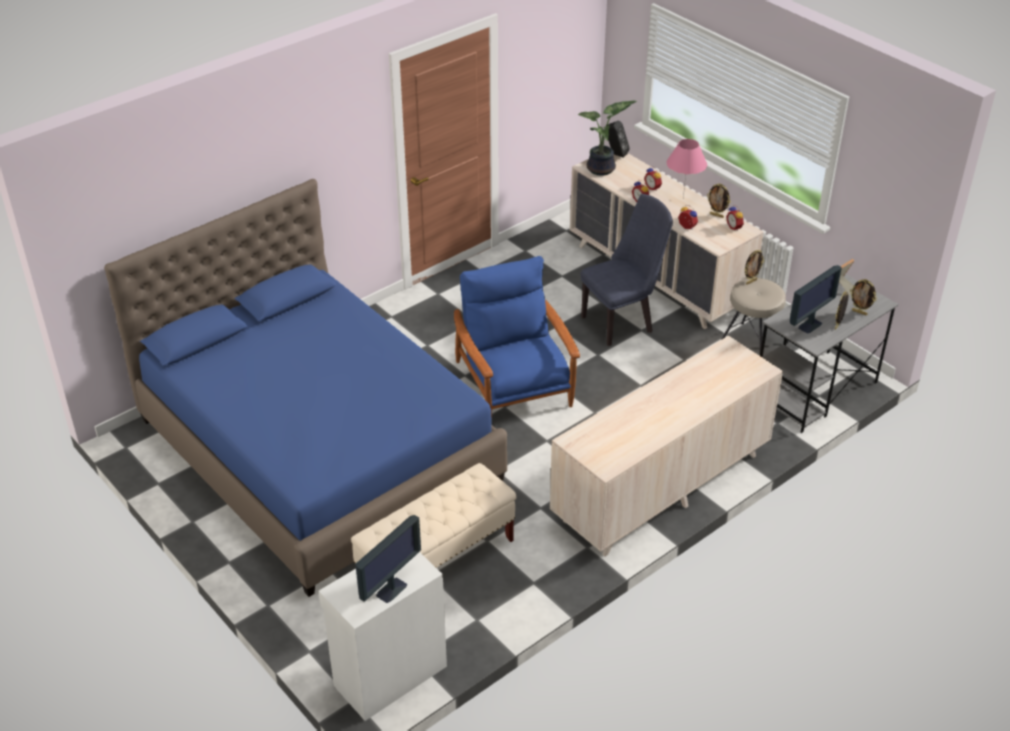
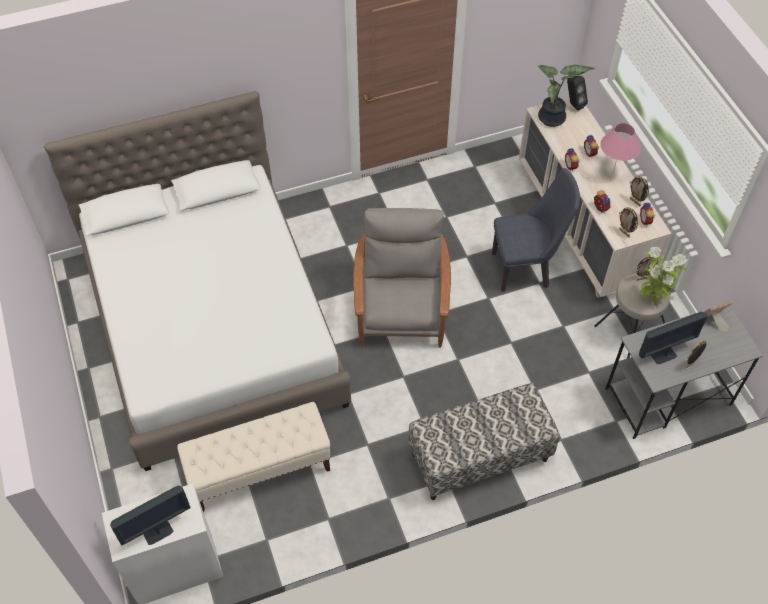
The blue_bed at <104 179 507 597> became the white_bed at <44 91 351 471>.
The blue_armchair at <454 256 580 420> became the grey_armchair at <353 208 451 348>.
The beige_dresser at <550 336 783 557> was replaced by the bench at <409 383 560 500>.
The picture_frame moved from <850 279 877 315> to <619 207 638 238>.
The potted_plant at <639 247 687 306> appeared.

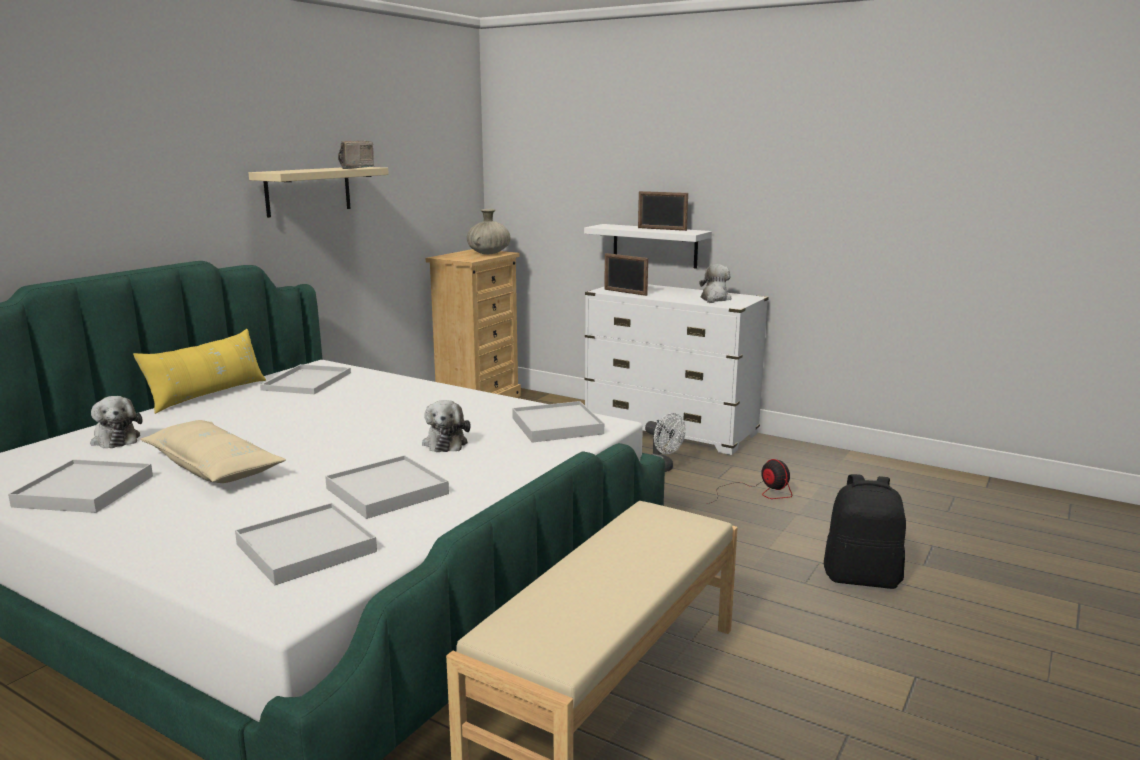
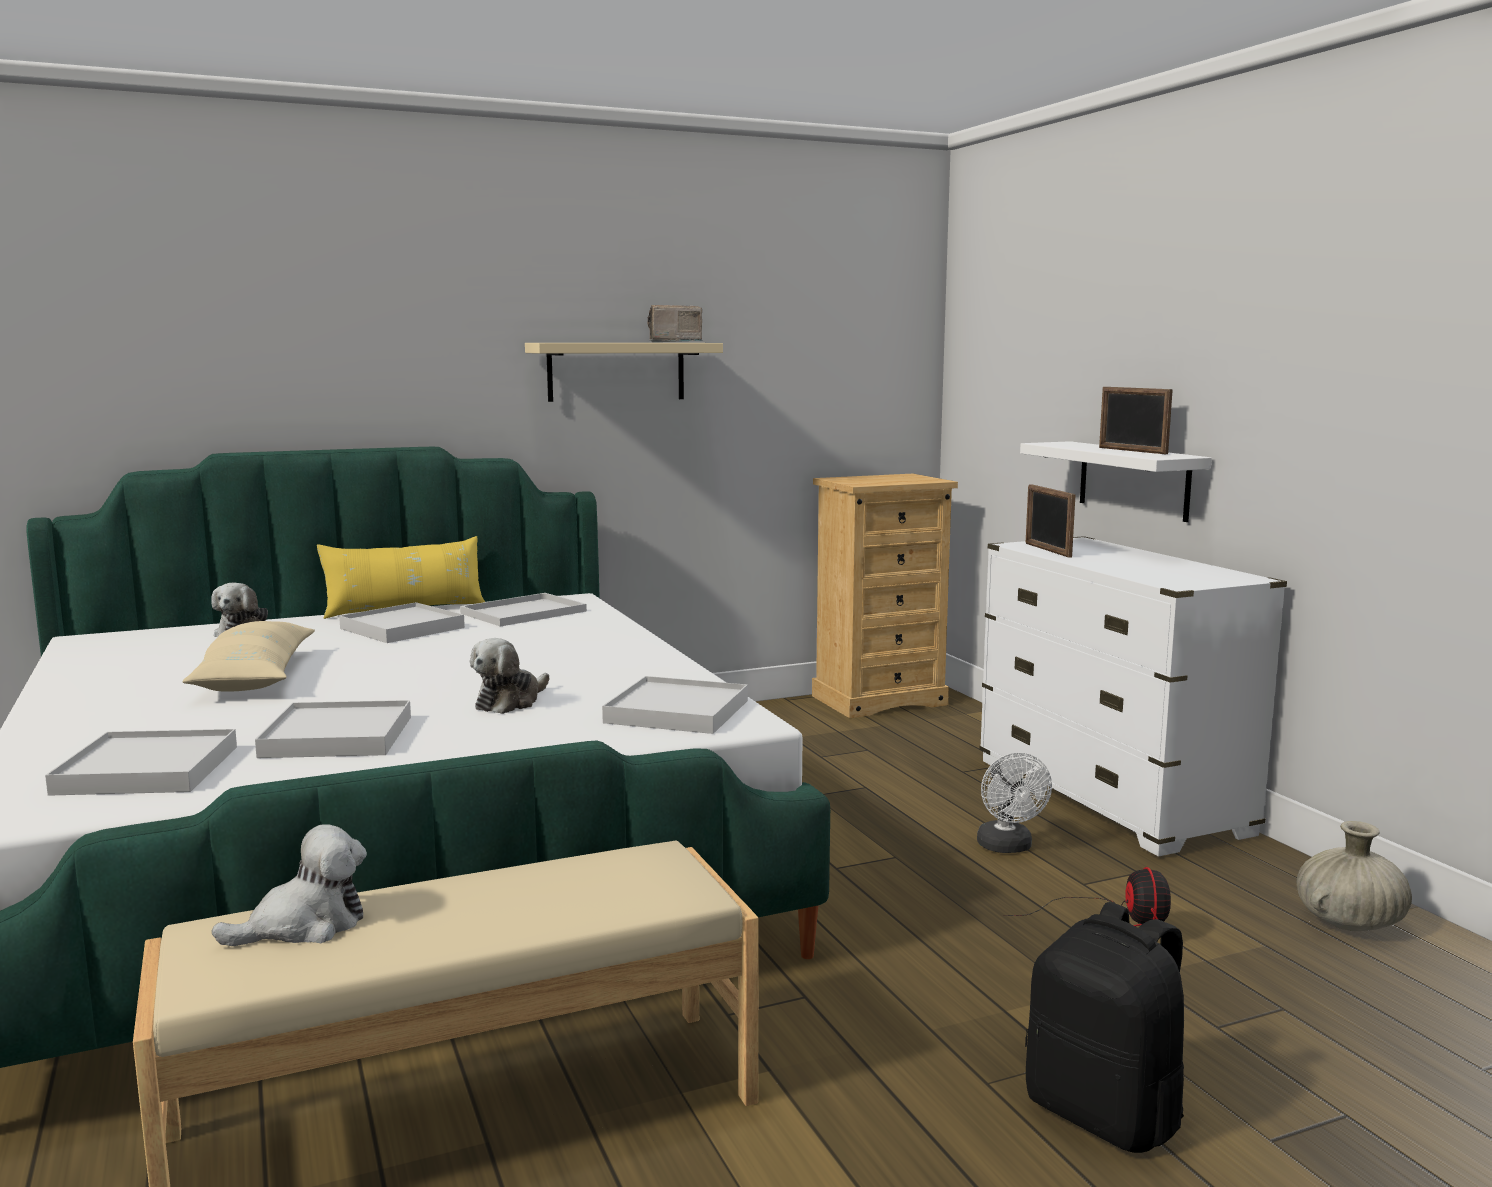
The white_tray moved from <8 459 153 513> to <339 602 465 643>.
The beige_vase moved from <467 209 511 254> to <1296 821 1412 931>.
The plush_toy moved from <699 265 731 303> to <212 824 367 946>.

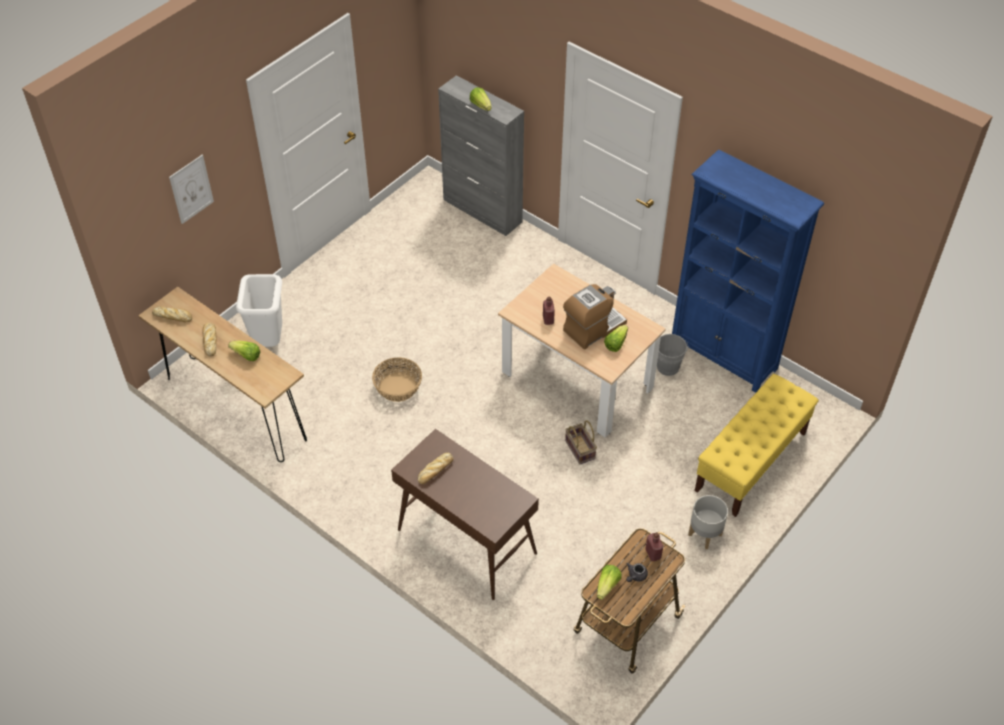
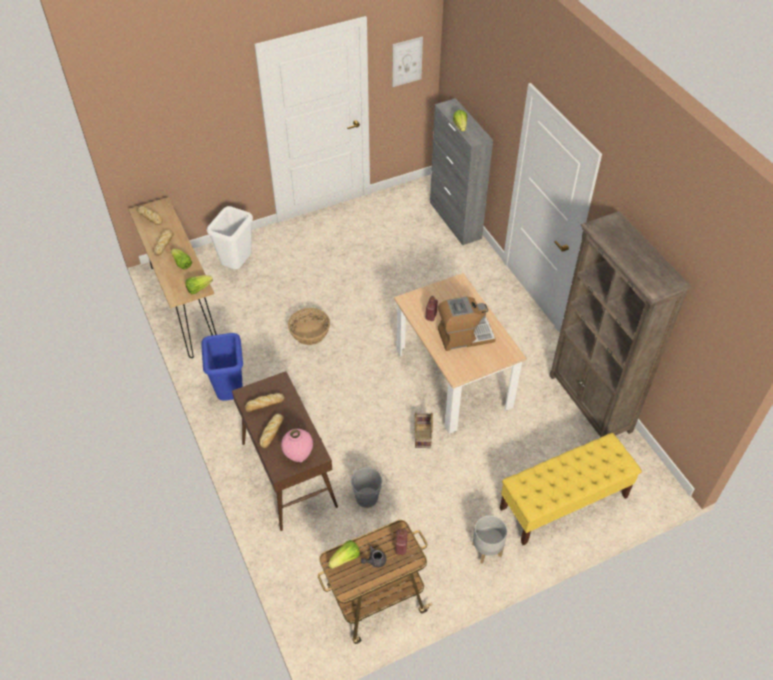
The picture moved from <169 155 214 224> to <392 36 423 87>.
The lettuce moved from <604 325 628 352> to <185 275 213 294>.
The grey_bucket moved from <657 334 689 376> to <351 467 387 508>.
The blue_bookcase at <672 150 824 393> became the brown_bookcase at <549 211 692 438>.
The blue_trash_can at <201 333 243 401> appeared.
The bread at <259 414 284 448> appeared.
The pink_vase at <281 429 313 463> appeared.

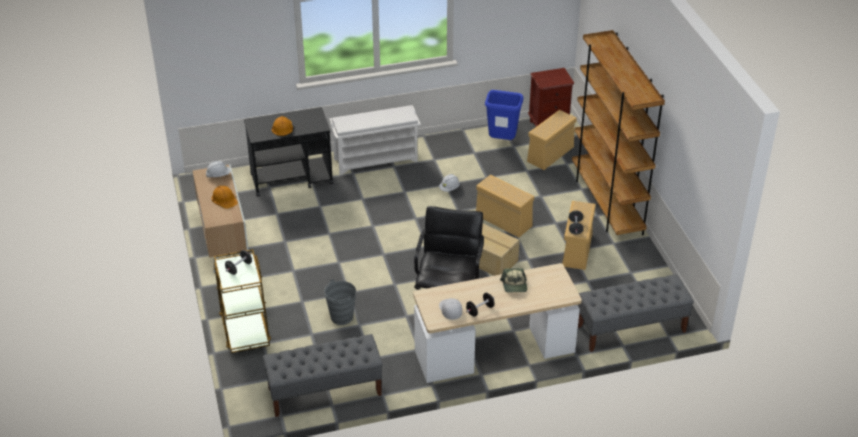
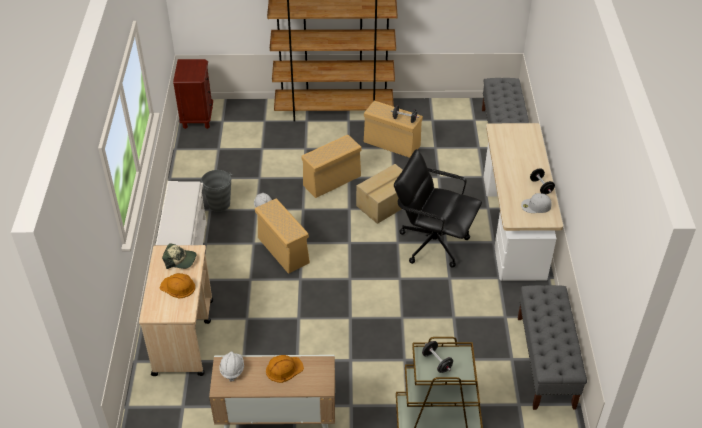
The black_cart at <244 107 333 197> became the beige_cart at <139 245 213 376>.
The grey_bucket moved from <324 279 356 325> to <201 170 232 212>.
The blue_trash_can at <485 90 523 140> disappeared.
The cap moved from <500 268 527 293> to <162 243 197 269>.
The beige_storage_box moved from <527 110 577 170> to <255 198 310 273>.

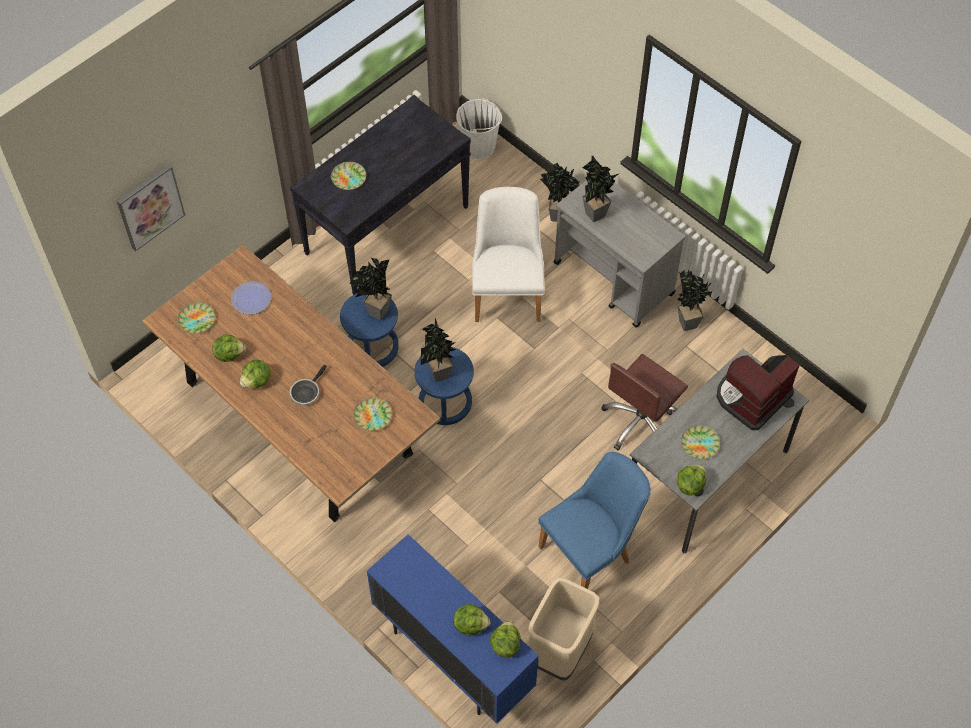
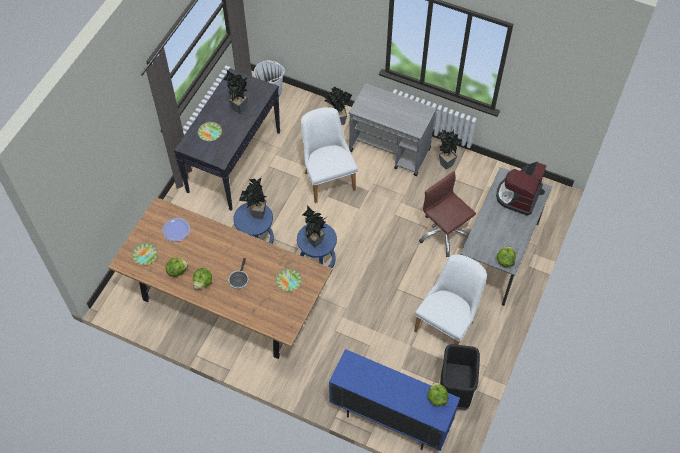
The picture at <117 164 185 251> disappeared.
The lettuce at <454 604 490 635> disappeared.
The beige_trash_can at <528 578 600 680> became the black_trash_can at <440 344 480 410>.
The blue_chair at <538 452 651 589> became the white_chair at <414 254 487 345>.
The potted_plant moved from <582 156 620 222> to <223 71 248 114>.
The brown_office_chair at <602 354 688 450> turned 120 degrees clockwise.
The plate at <681 425 720 459> disappeared.

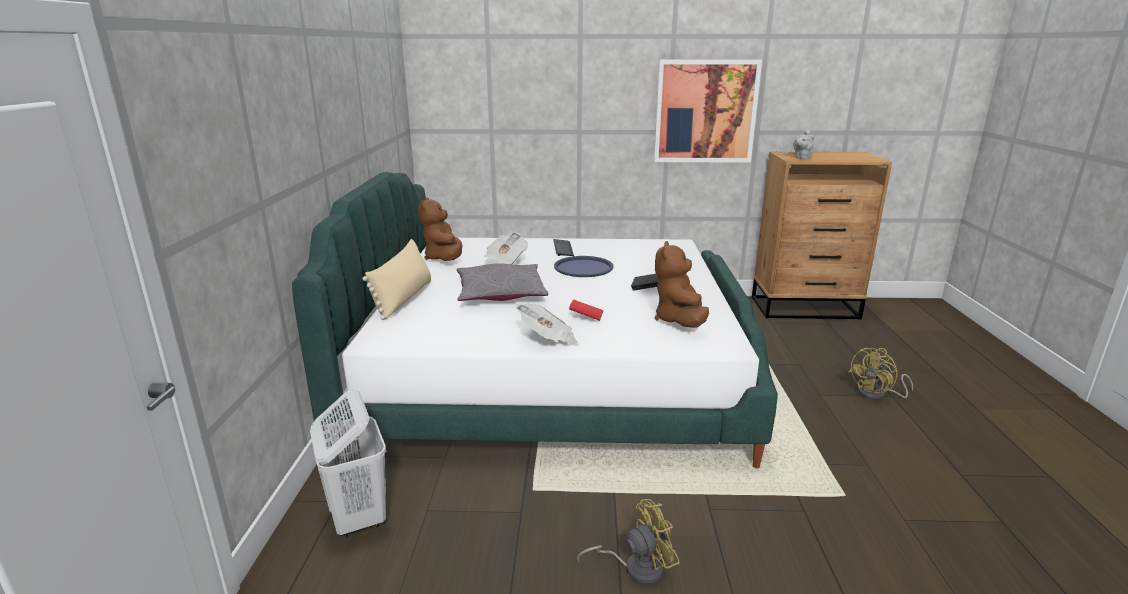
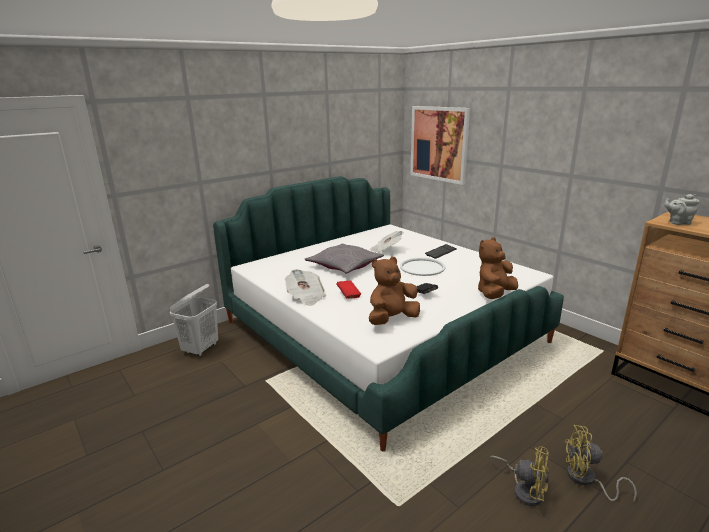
The beige_pillow at <362 239 431 320> disappeared.
The brown_plush_toy moved from <418 197 463 261> to <478 237 518 299>.
The blue_tray at <554 256 614 277> became the white_tray at <400 258 446 276>.
The yellow_fan moved from <577 499 680 584> to <490 446 549 506>.
The picture moved from <654 60 762 163> to <411 106 470 185>.

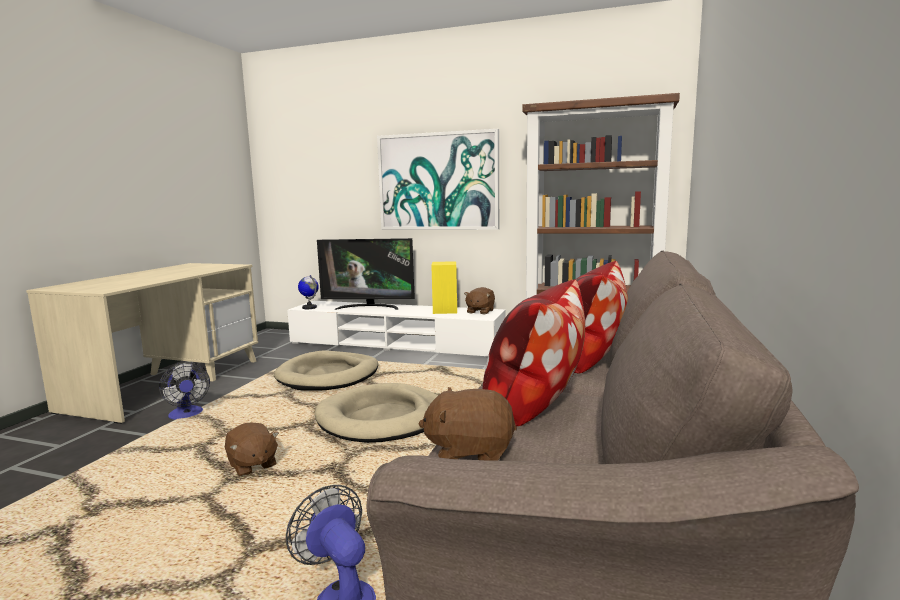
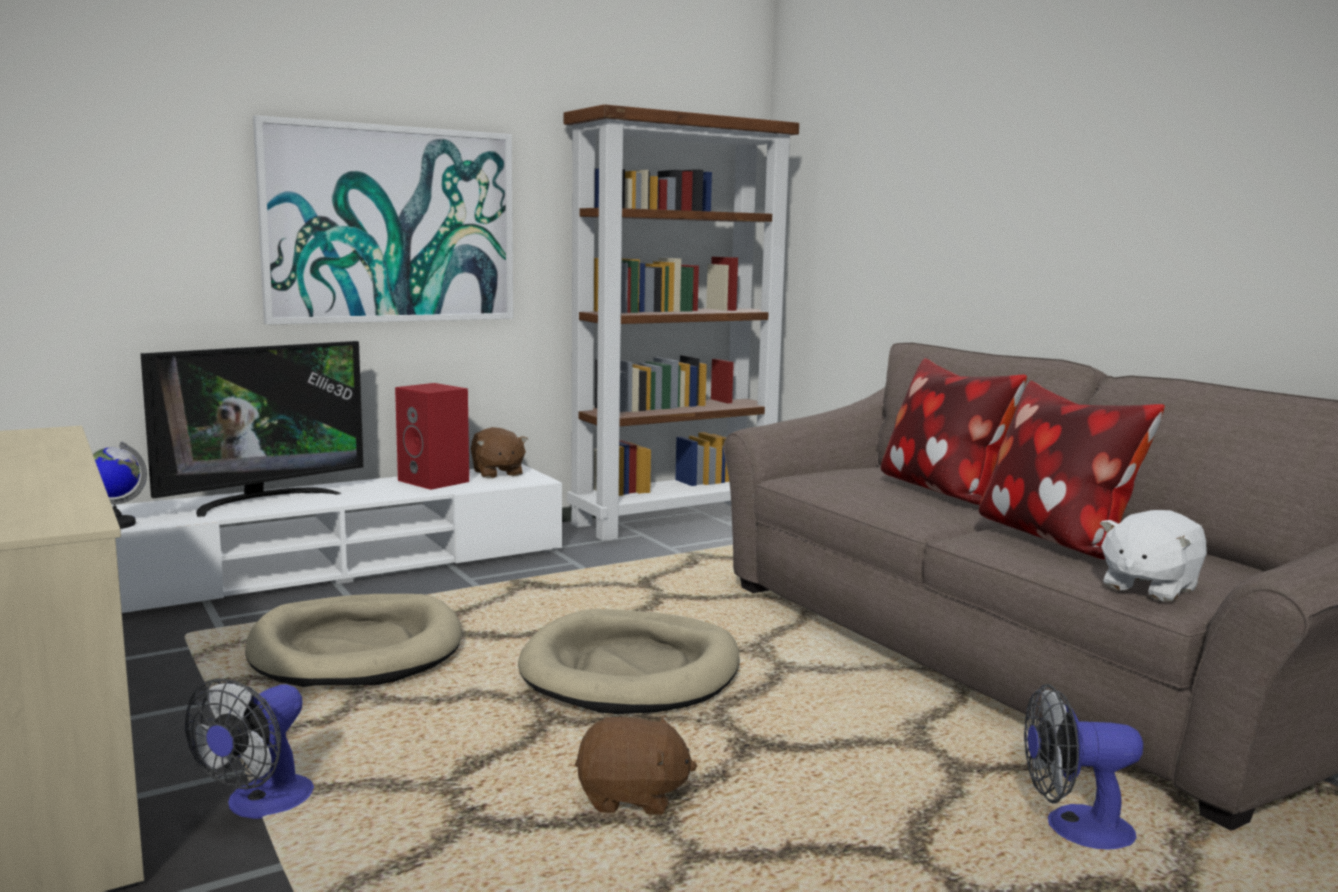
The fan at <159 362 210 420> turned 105 degrees clockwise.
The brown_plush_toy at <419 387 517 461> became the white_plush_toy at <1100 510 1207 602>.
The yellow_speaker at <431 261 457 314> became the red_speaker at <395 383 469 490>.

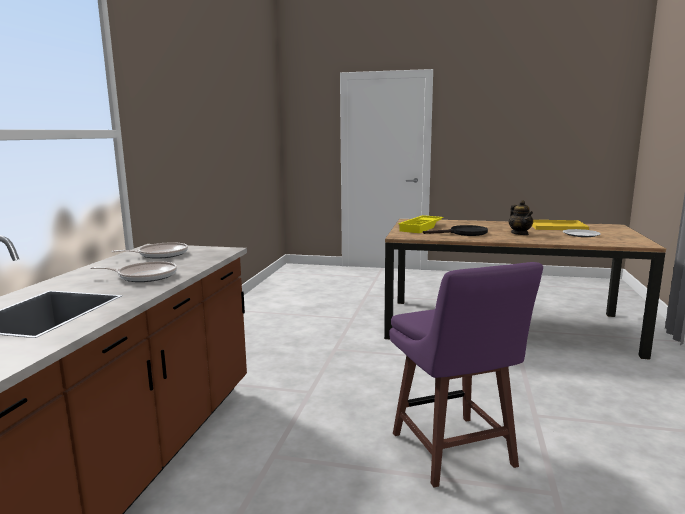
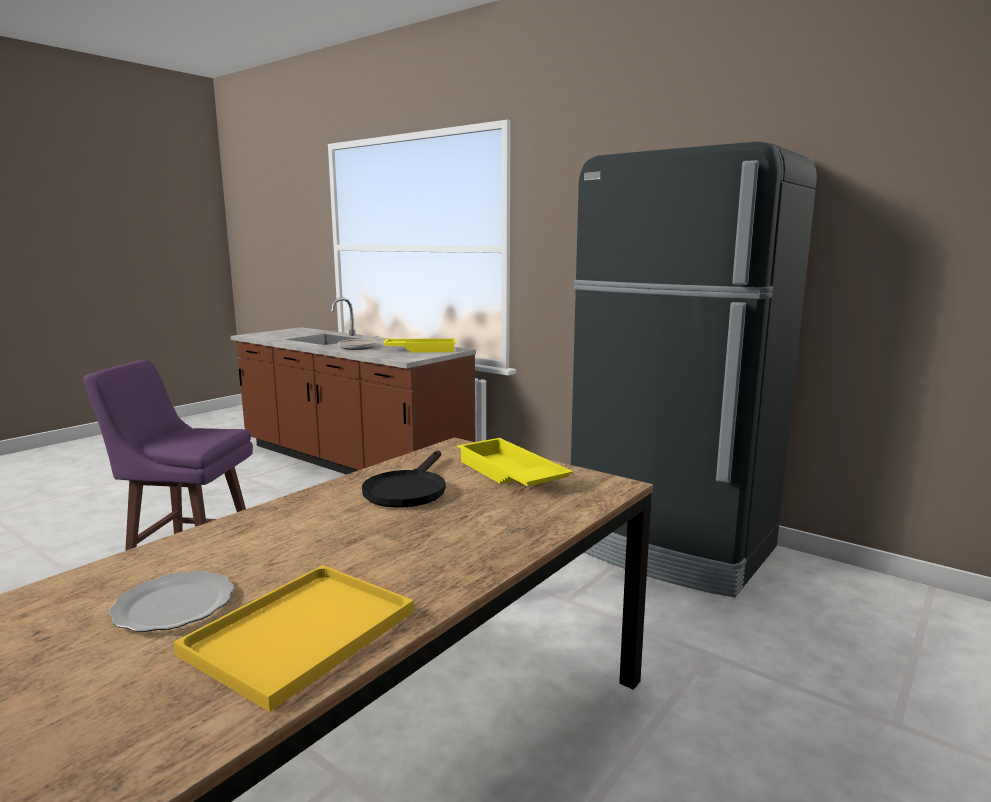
The frying_pan at <111 242 188 259> was replaced by the yellow_tray at <383 338 456 353>.
The teapot at <509 200 533 235> disappeared.
The black_fridge at <571 141 817 598> appeared.

